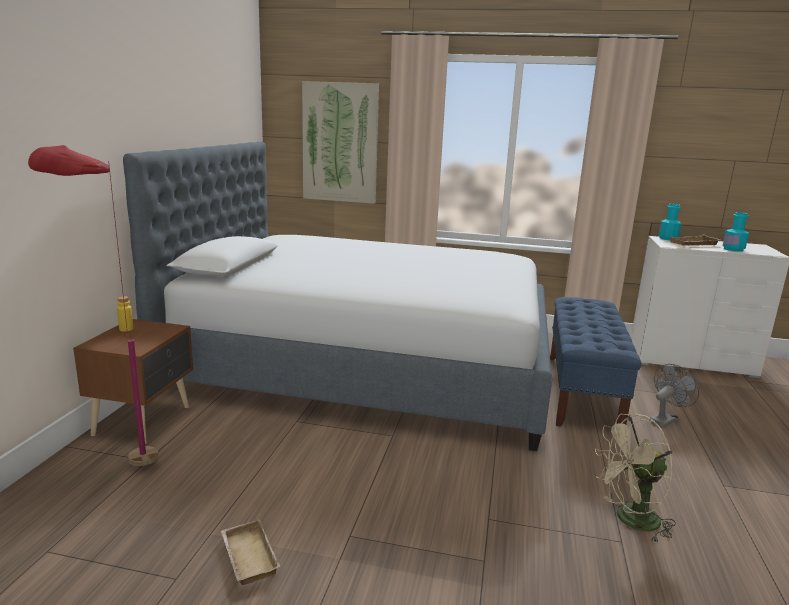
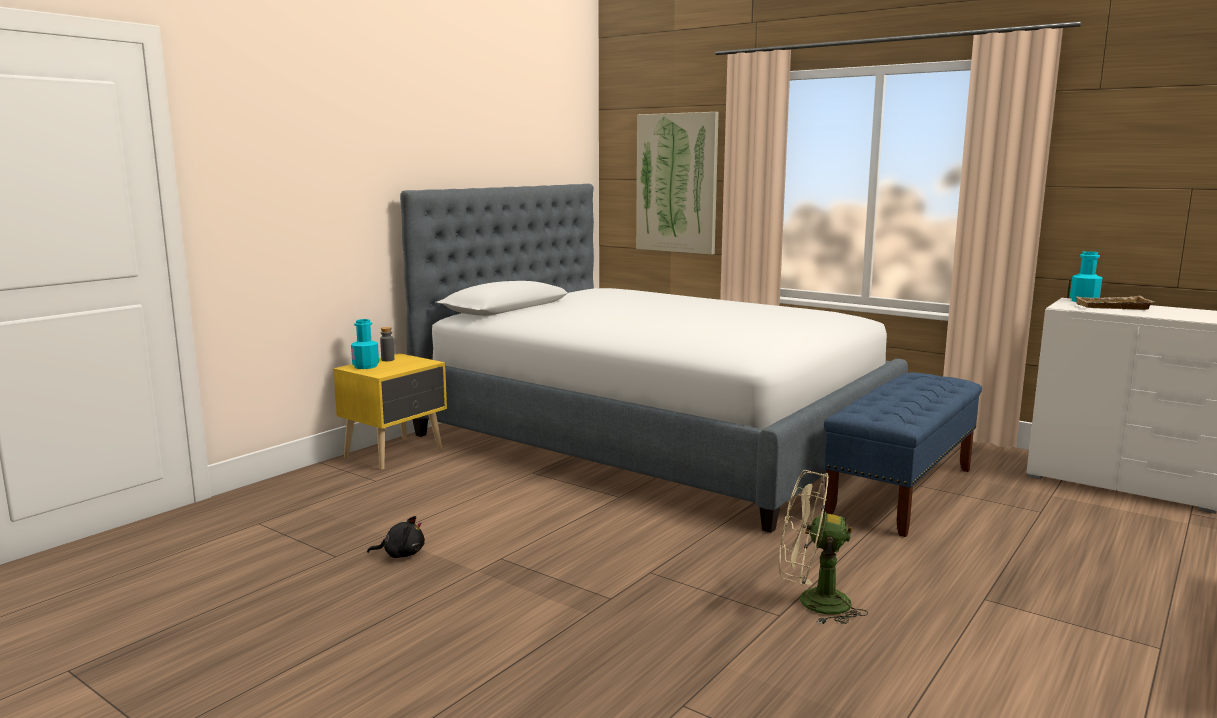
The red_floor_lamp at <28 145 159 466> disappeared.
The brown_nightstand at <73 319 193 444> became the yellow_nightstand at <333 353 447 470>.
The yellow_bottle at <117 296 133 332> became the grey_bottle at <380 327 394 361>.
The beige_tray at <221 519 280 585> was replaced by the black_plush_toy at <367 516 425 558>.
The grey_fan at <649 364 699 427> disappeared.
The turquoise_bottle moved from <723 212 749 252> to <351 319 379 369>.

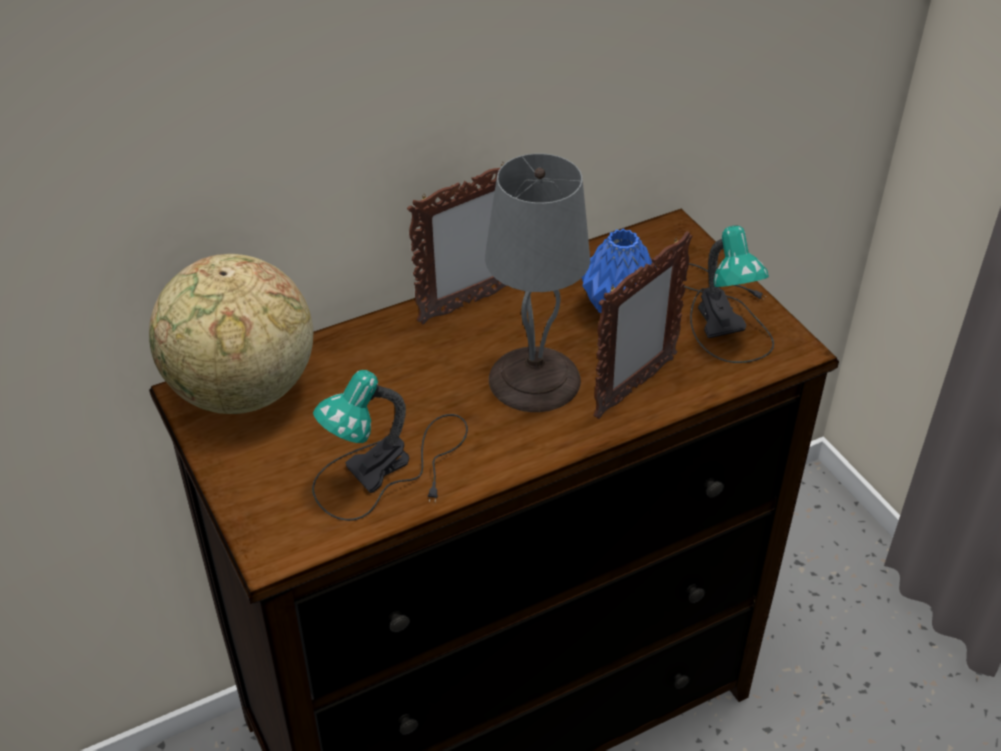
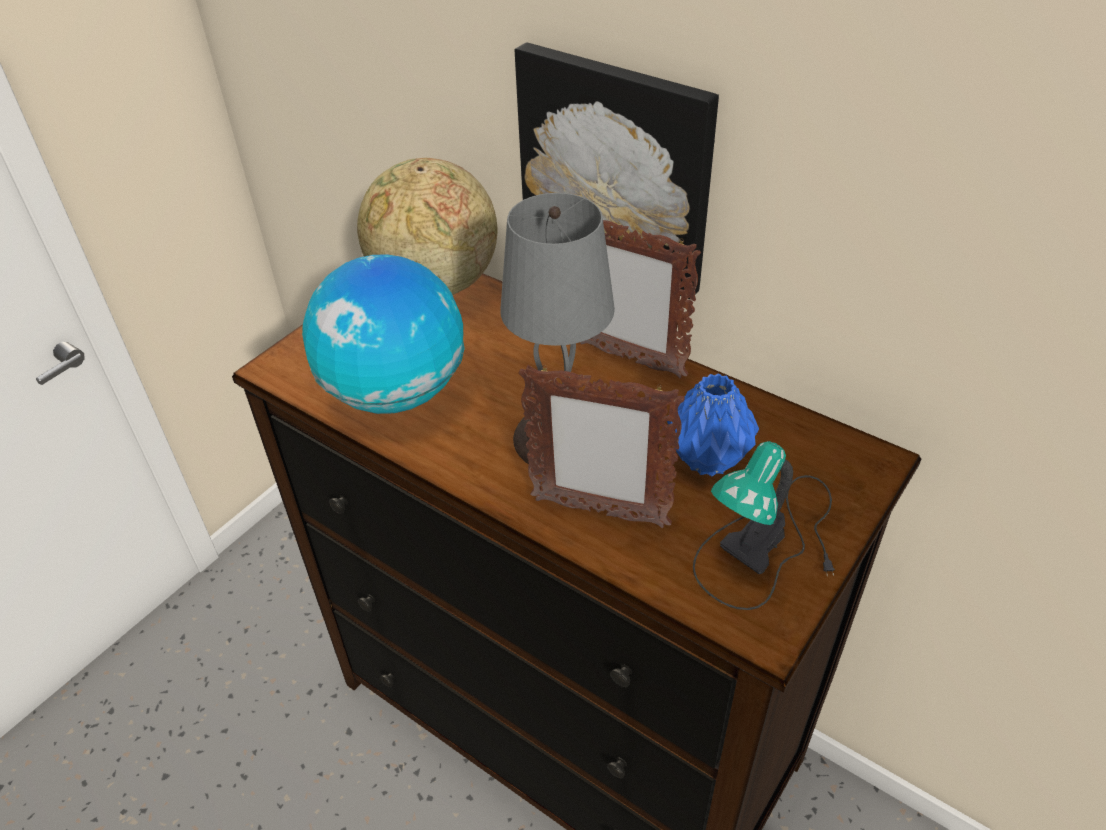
The table_lamp at <312 370 468 521> was replaced by the globe at <302 254 465 414>.
The picture at <515 42 719 299> appeared.

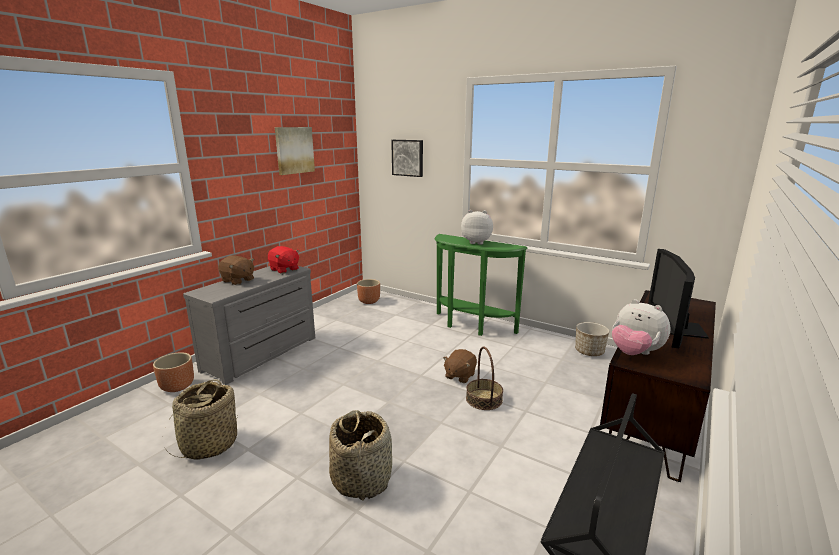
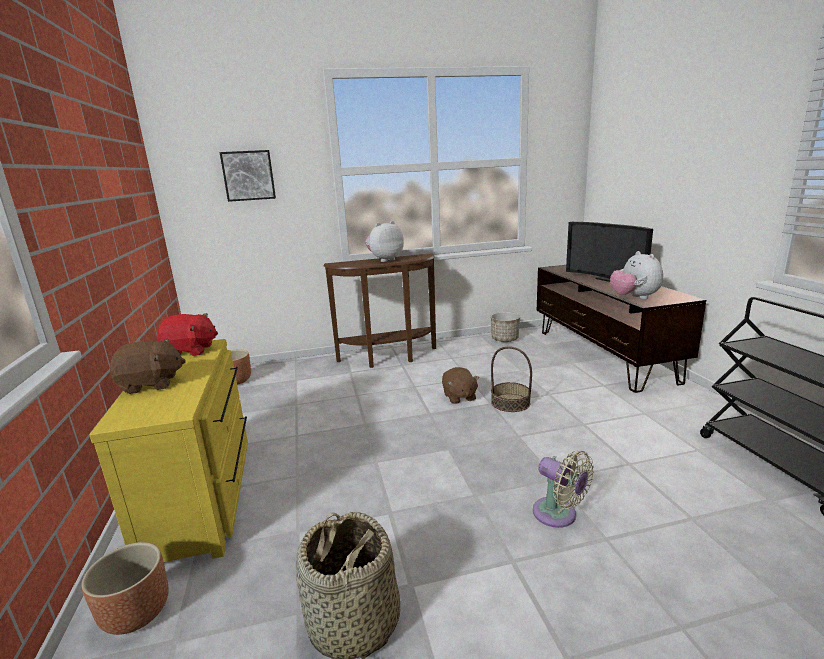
The grey_dresser at <183 266 315 385> became the yellow_dresser at <89 339 248 562>.
The picture at <275 127 315 175> disappeared.
The basket at <329 410 392 501> was replaced by the beige_fan at <533 450 594 528>.
The green_console_table at <435 234 528 336> became the brown_console_table at <323 253 436 368>.
The plush_toy at <612 299 671 355> turned 75 degrees clockwise.

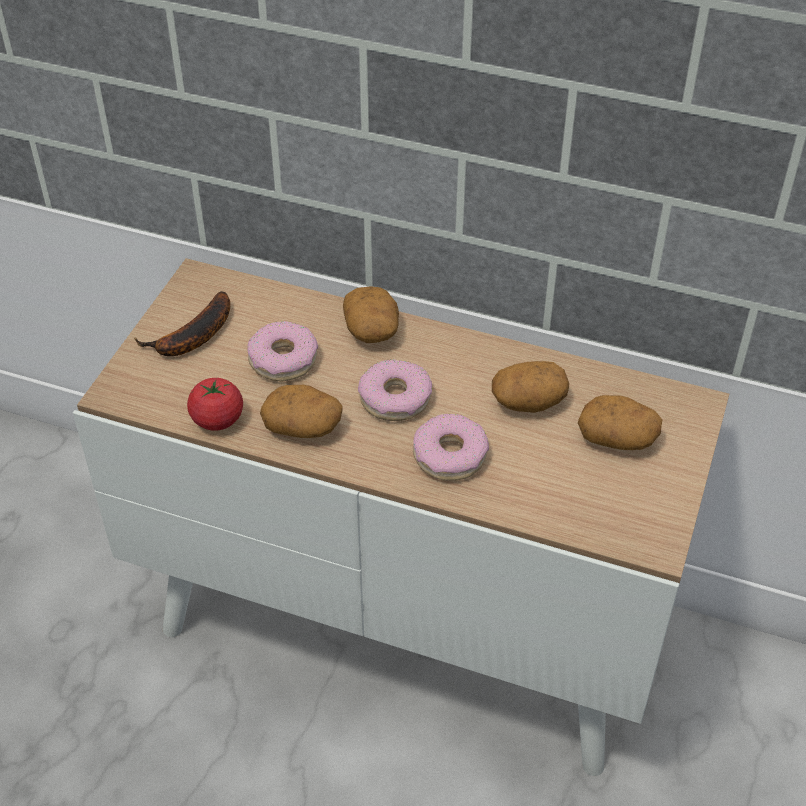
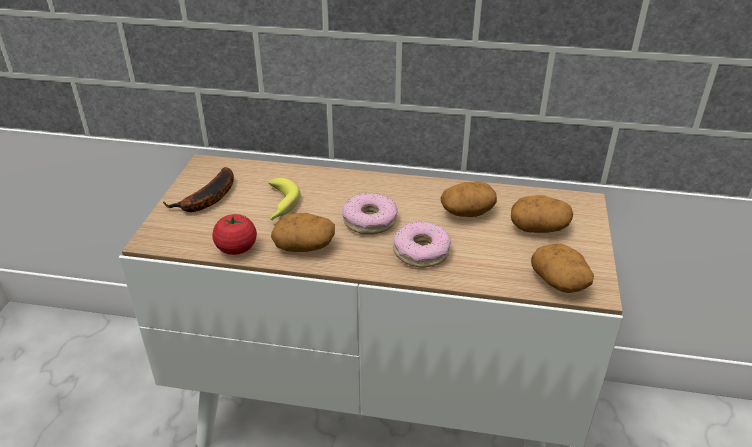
The donut at <247 321 318 381> was replaced by the banana at <268 178 300 220>.
The potato moved from <343 286 399 343> to <531 244 594 293>.

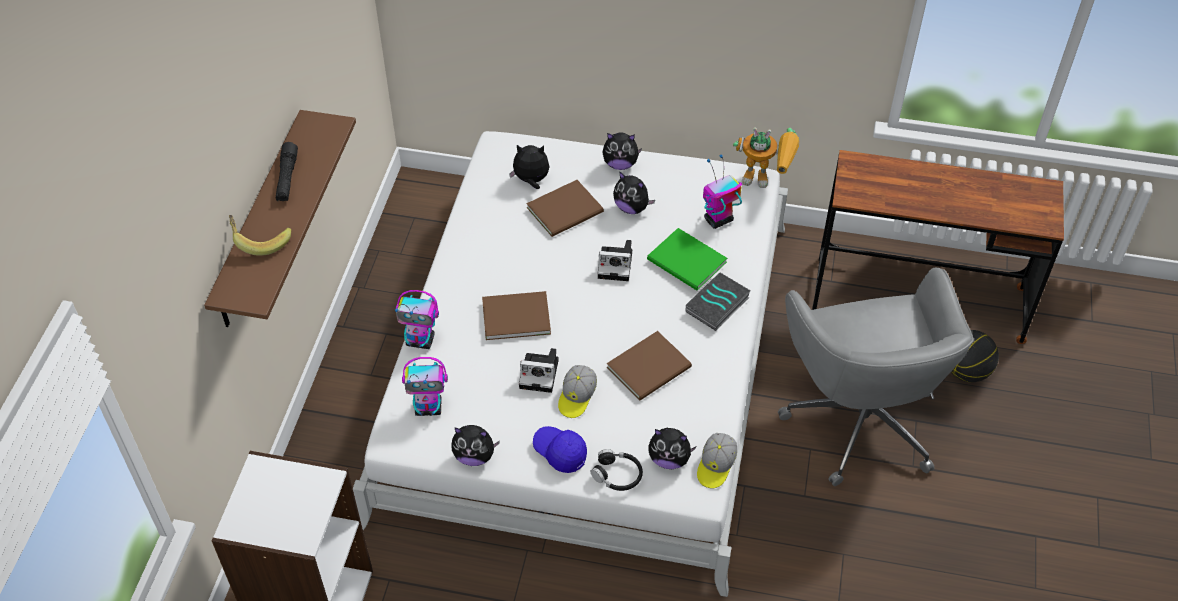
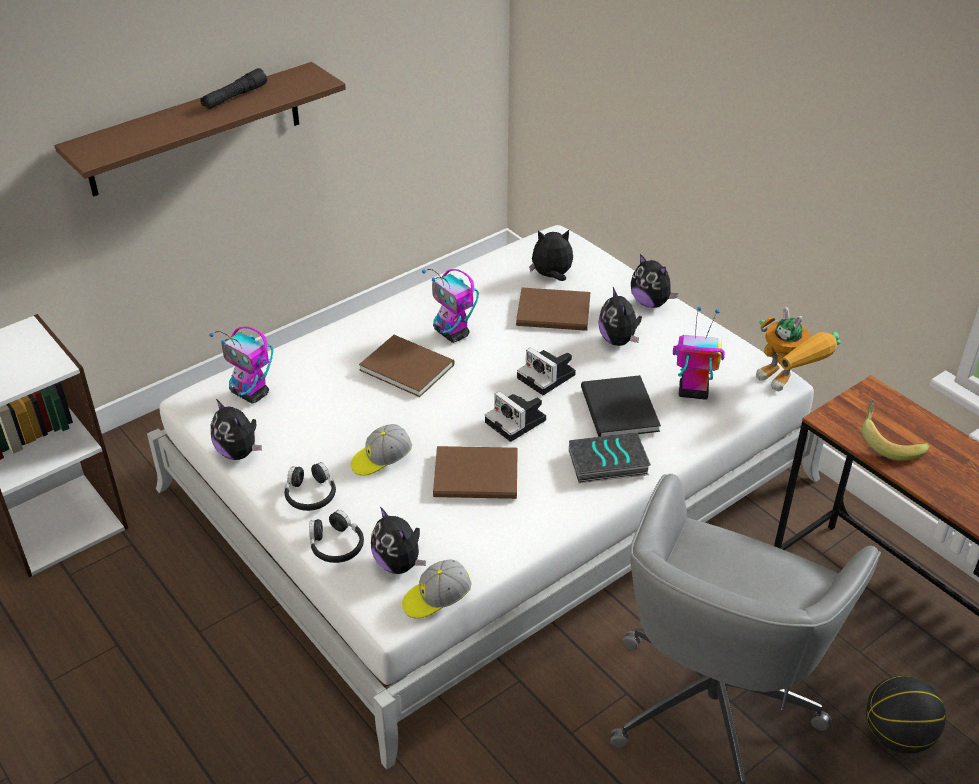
The banana moved from <229 215 291 256> to <861 399 930 461>.
The toy_robot moved from <395 290 439 349> to <422 269 479 343>.
The plush_toy at <509 145 549 189> turned 45 degrees counterclockwise.
The photo_camera moved from <519 348 559 393> to <485 391 546 442>.
The blue_cap at <533 426 587 473> was replaced by the black_headphones at <284 462 336 511>.
The green_book at <647 228 727 290> became the black_book at <581 375 661 437>.

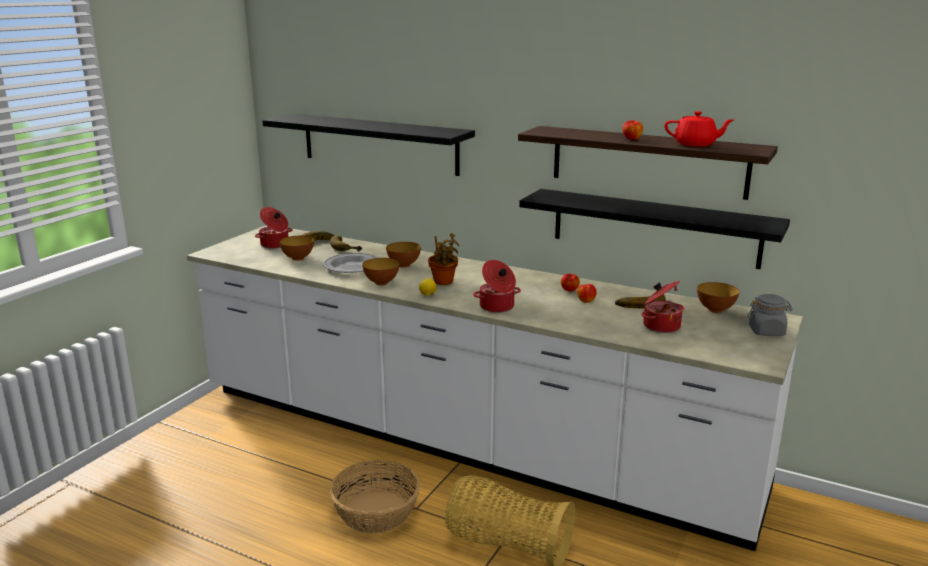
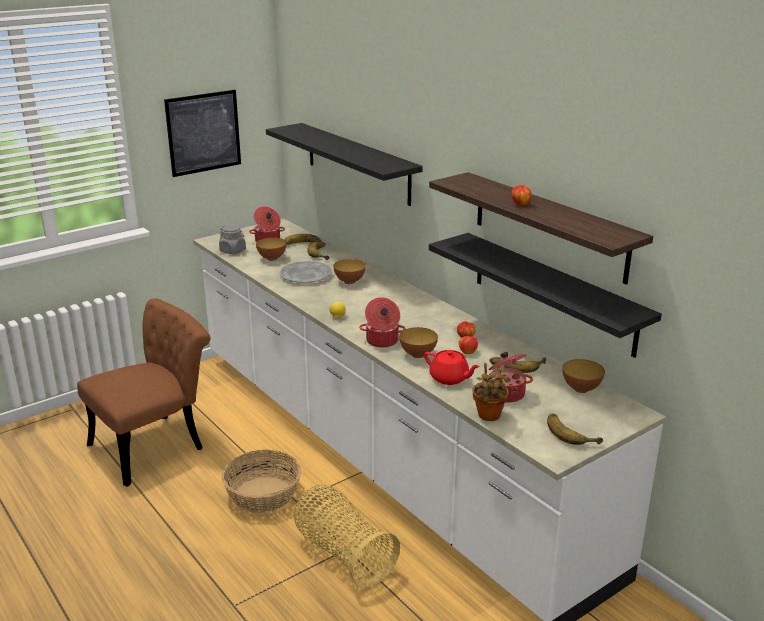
The bowl moved from <362 258 399 285> to <399 327 438 358>.
The potted_plant moved from <428 233 459 285> to <472 363 509 421>.
The red_teapot moved from <664 111 733 147> to <424 350 480 385>.
The grey_jar moved from <748 294 793 336> to <219 225 246 254>.
The brown_chair at <77 298 211 487> appeared.
The picture at <164 90 241 177> appeared.
The banana at <547 413 603 445> appeared.

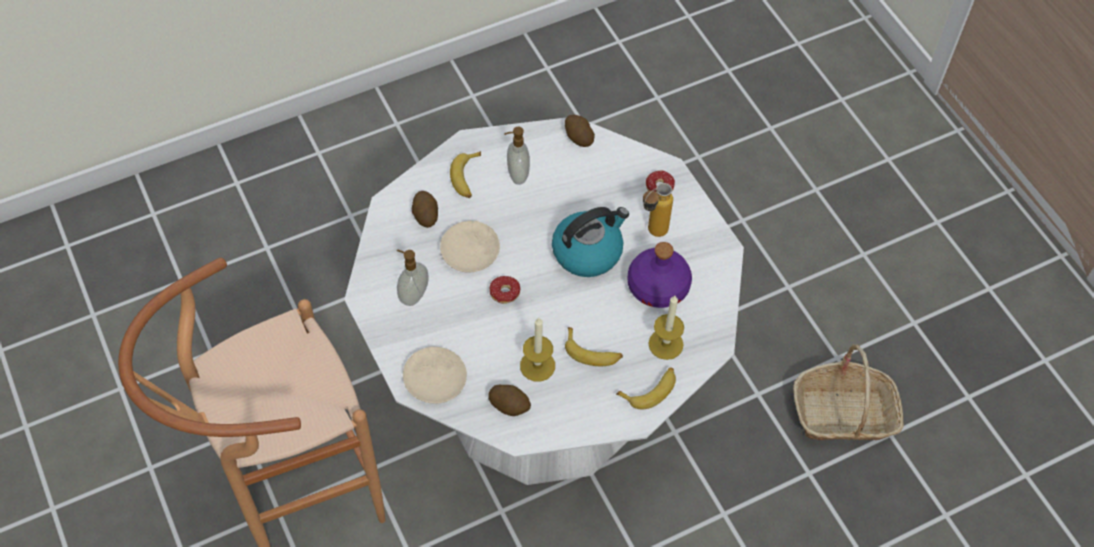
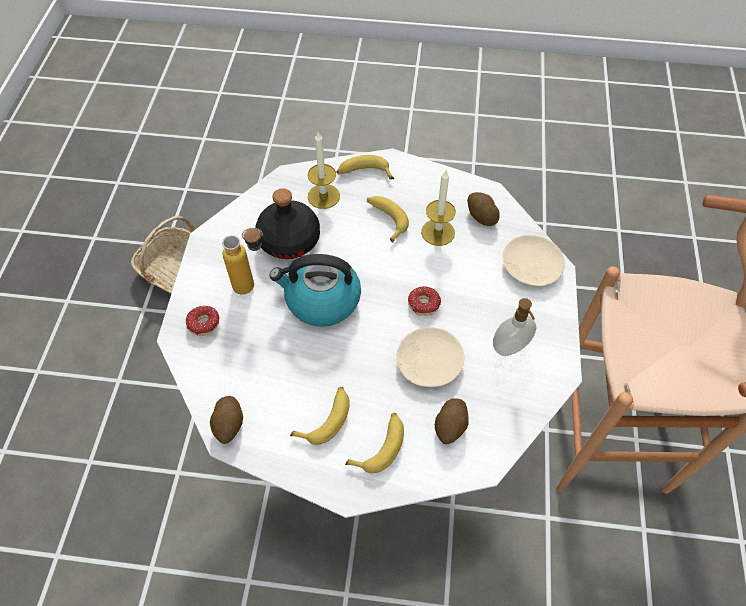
The soap_dispenser at <504 127 530 185> was replaced by the banana at <290 387 350 445>.
The purple_bottle at <627 242 692 308> became the black_bottle at <255 188 320 259>.

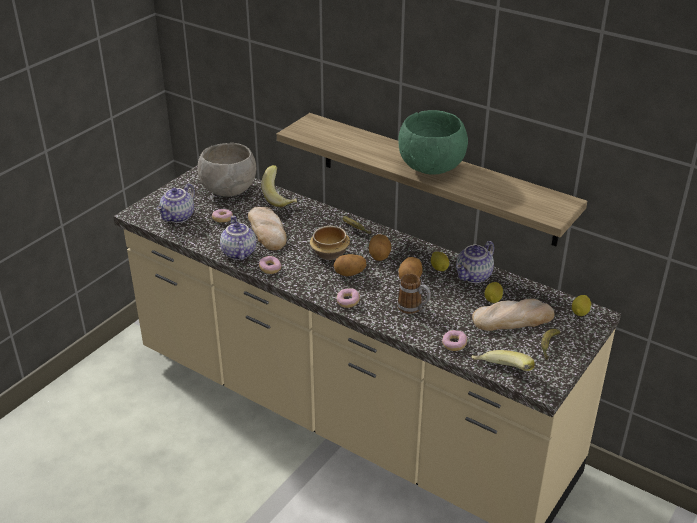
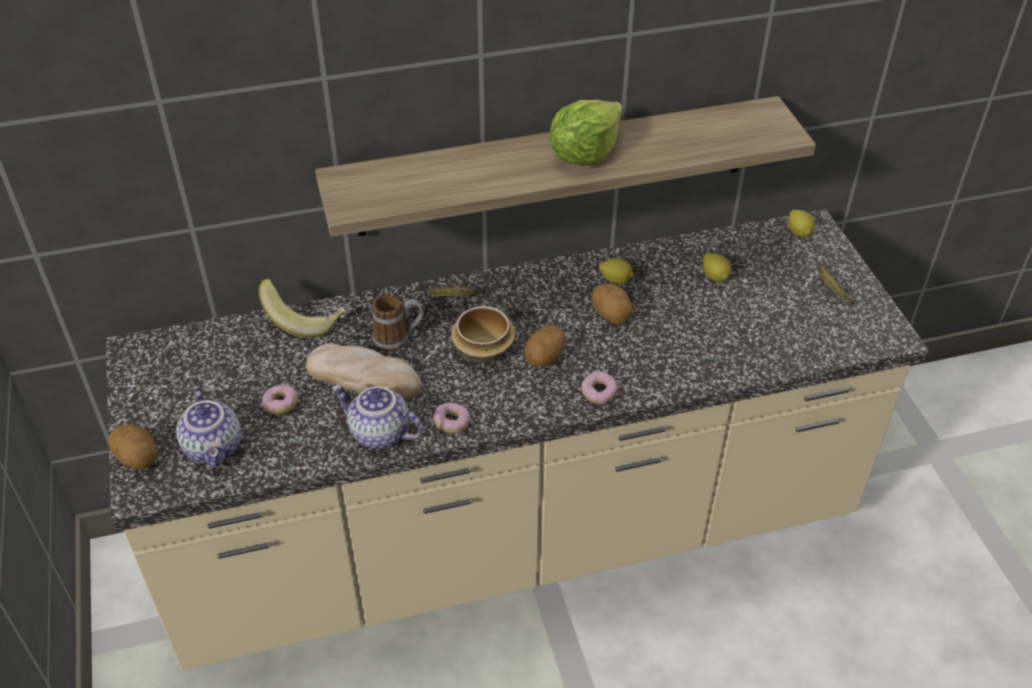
The grey_bowl at <197 143 256 196> disappeared.
The potato moved from <369 235 391 261> to <108 424 157 470>.
The mug moved from <397 274 431 314> to <372 294 423 351>.
The green_bowl at <399 110 468 175> was replaced by the lettuce at <549 100 623 166>.
The donut at <442 330 467 351> disappeared.
The teapot at <456 241 494 283> disappeared.
The banana at <471 350 535 371> disappeared.
The bread at <472 298 554 331> disappeared.

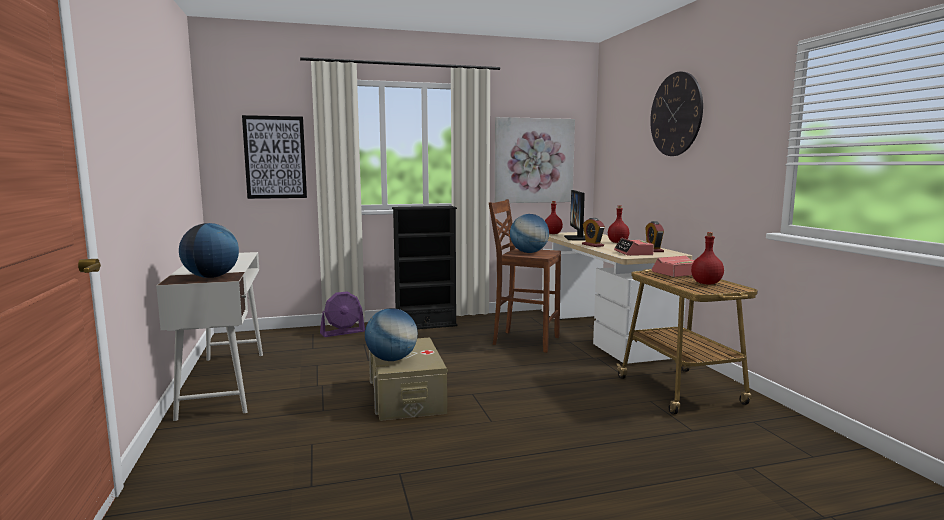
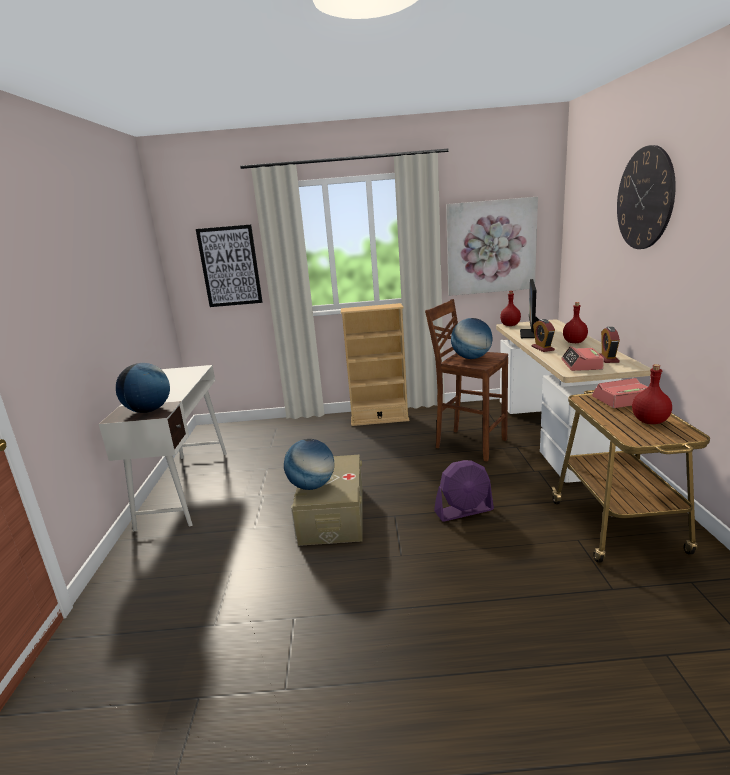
The purple_fan moved from <320 291 365 337> to <434 460 494 522>.
The black_bookcase at <392 206 458 329> became the beige_bookcase at <341 303 409 426>.

